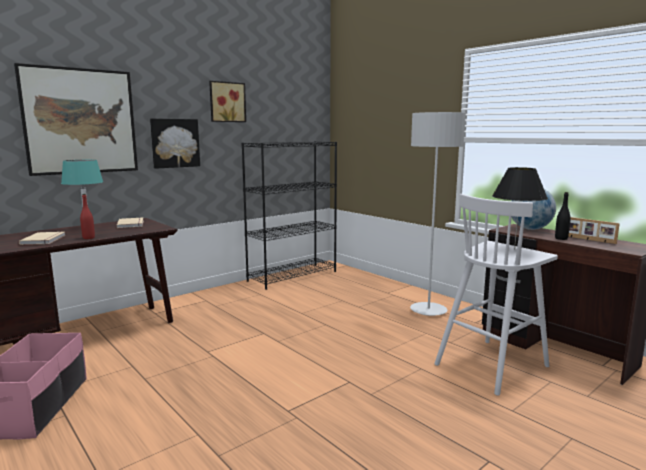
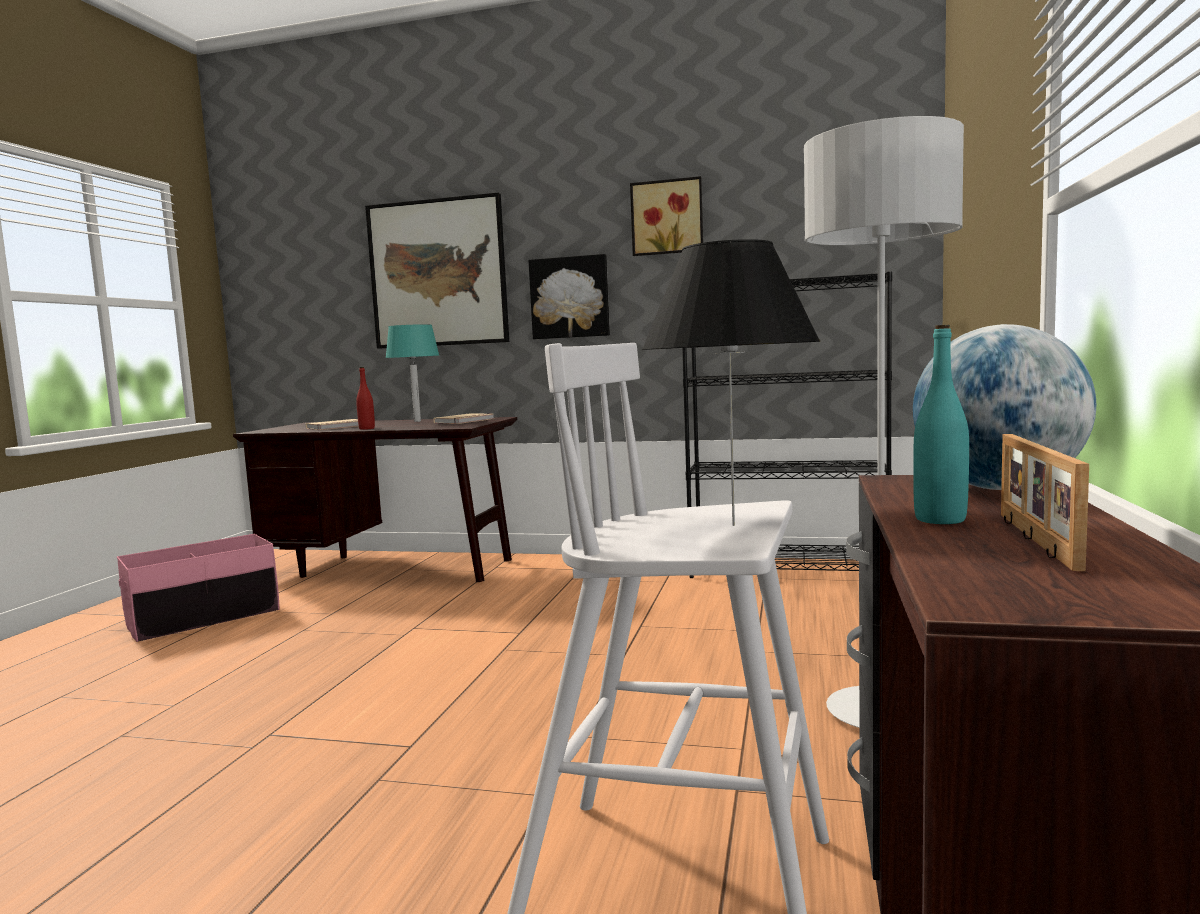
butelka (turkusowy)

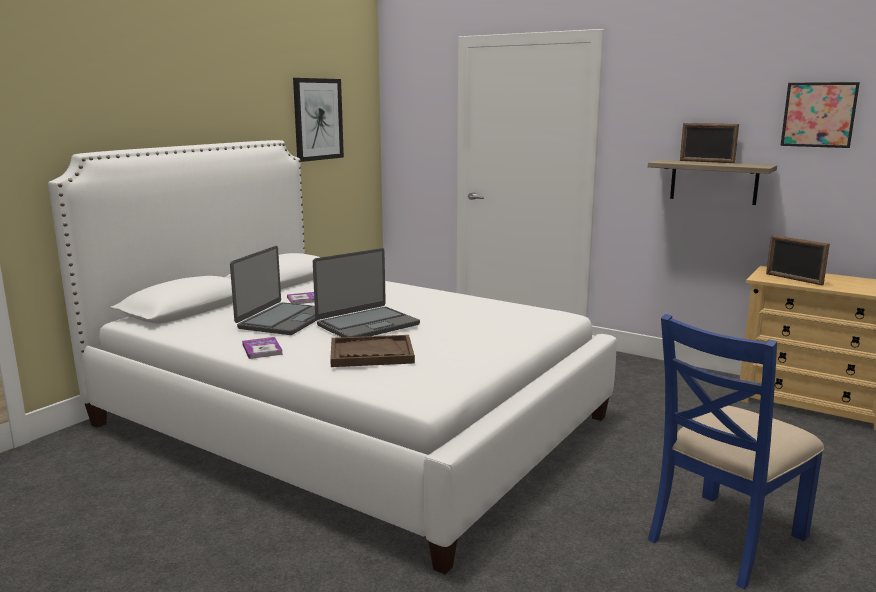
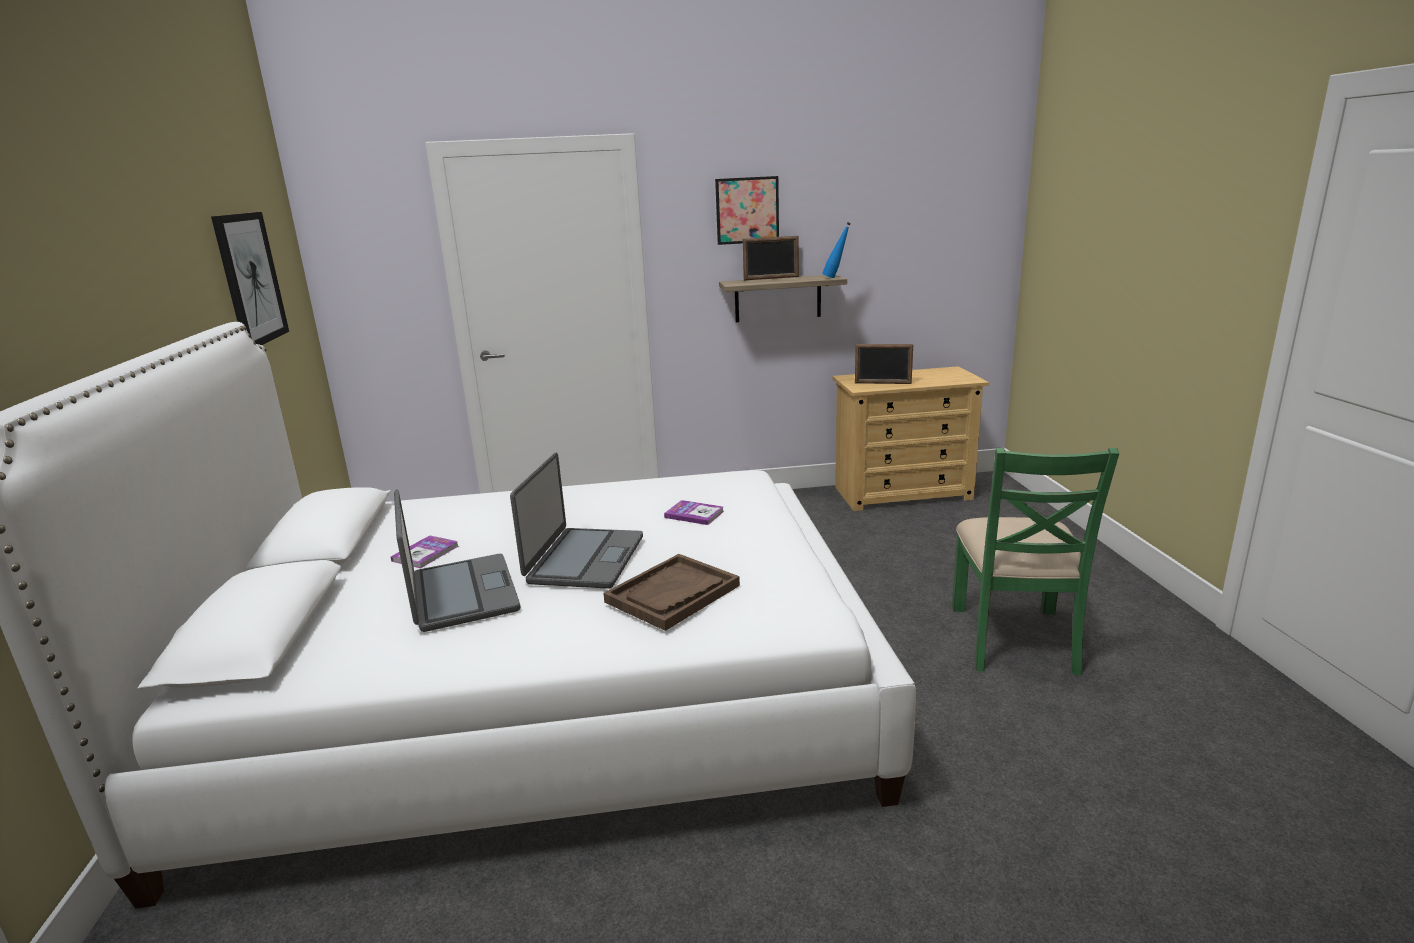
obraz (2nd from left); krzesło (zielony); książka (2nd from left); butelka (niebieski)

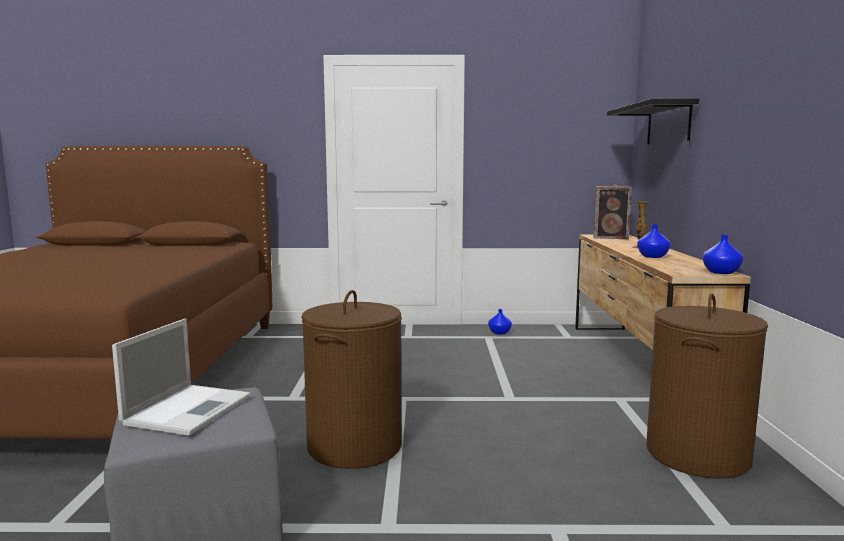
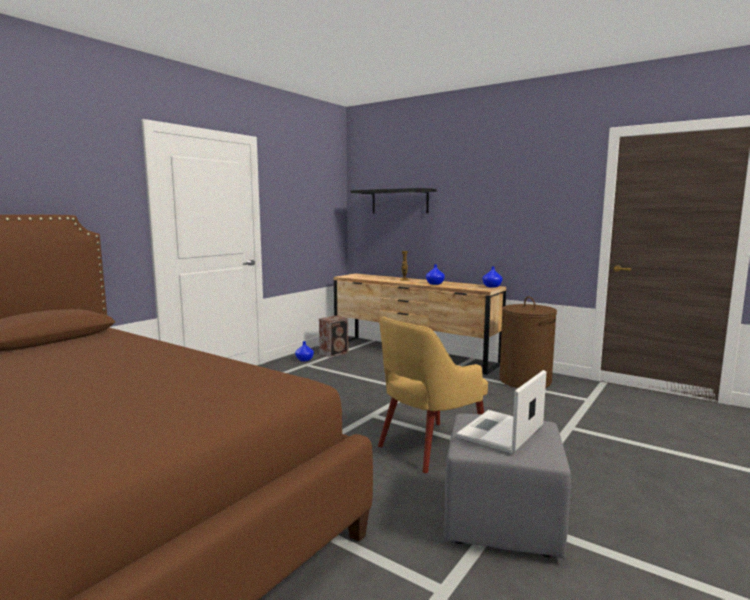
głośnik; fotel (żółty); laptop

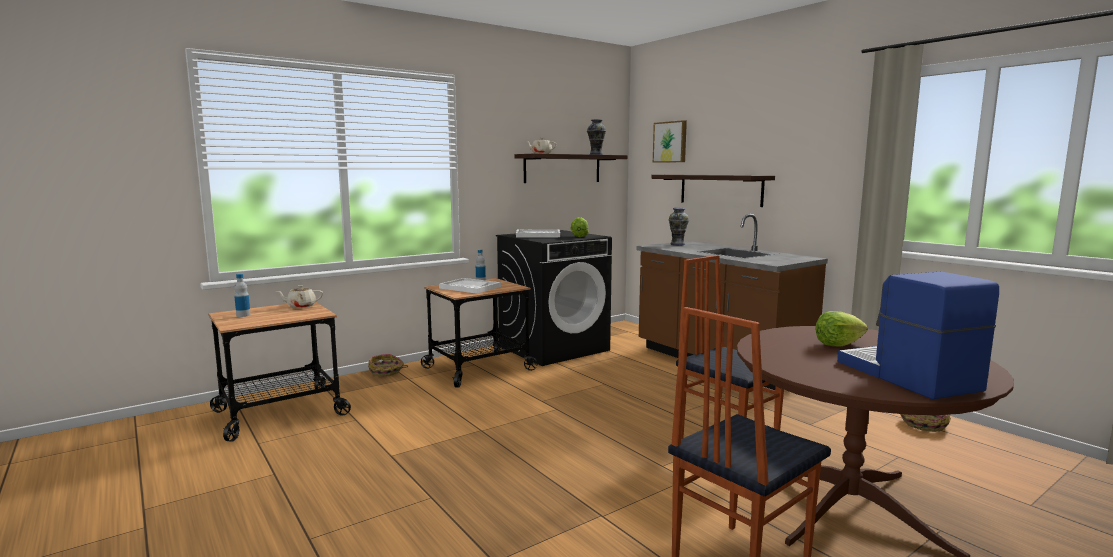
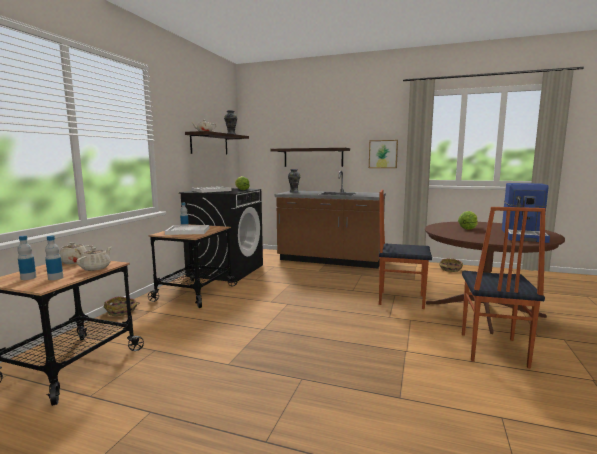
obraz; ekspres do kawy; butelka (2nd from left); imbryk (beżowy) (2nd from left)

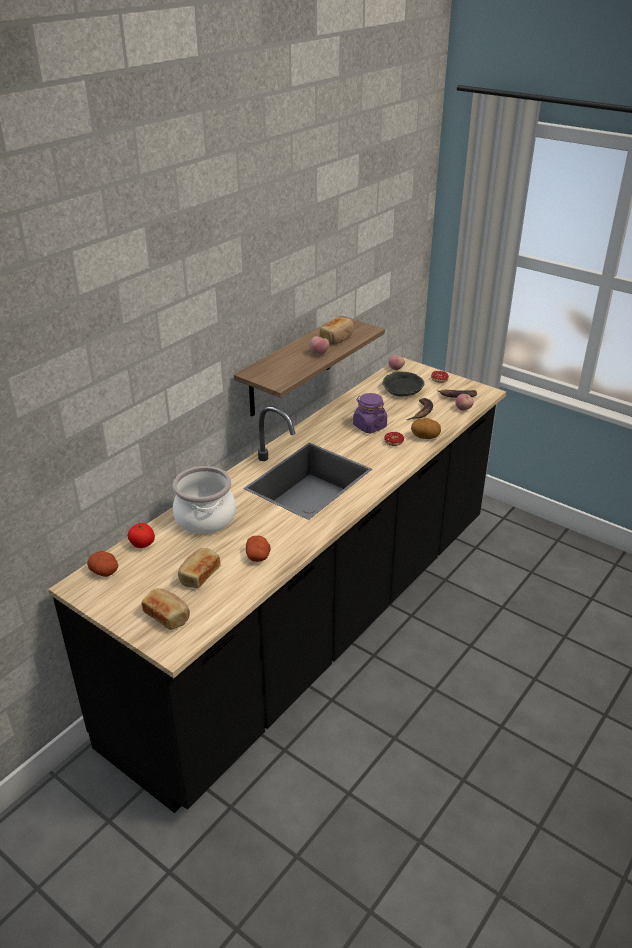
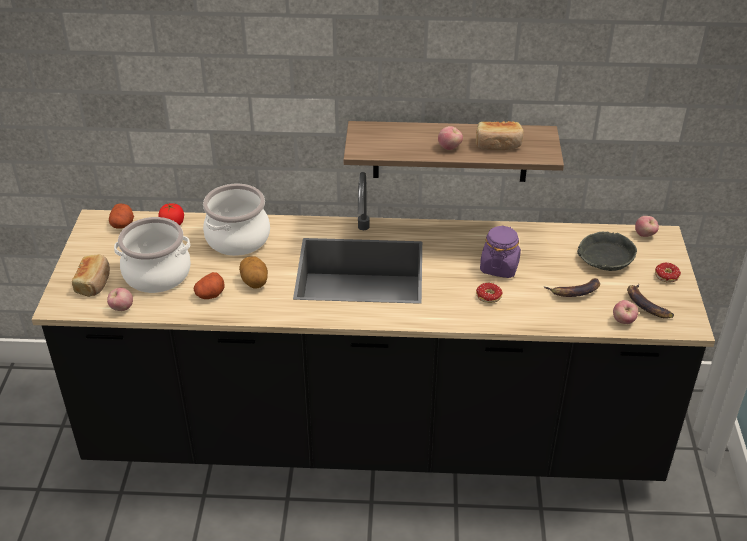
ziemniak (3rd from left); garnek (1st from left); jabłko (1st from left)

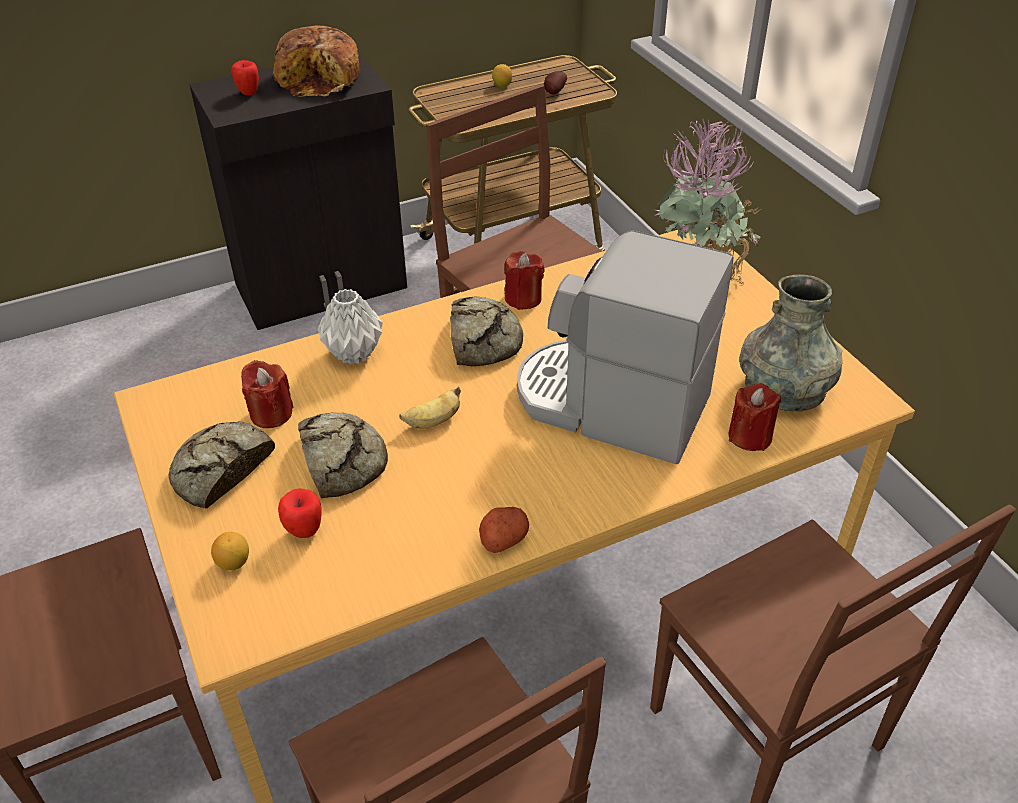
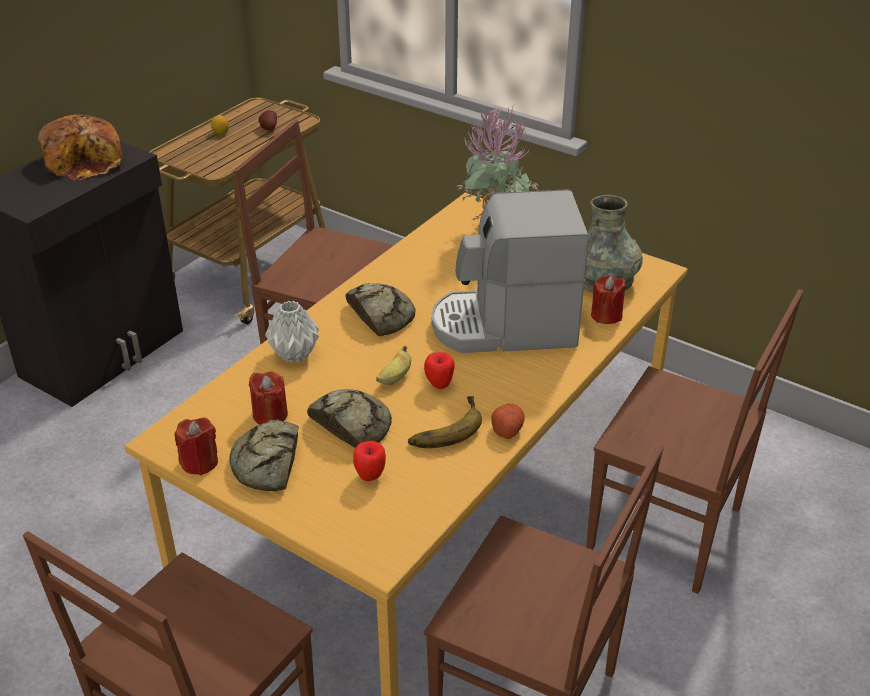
jabłko (2nd from left); świeca (czerwony) (1st from left); cytryna (1st from left in the first image); banan (2nd from left)

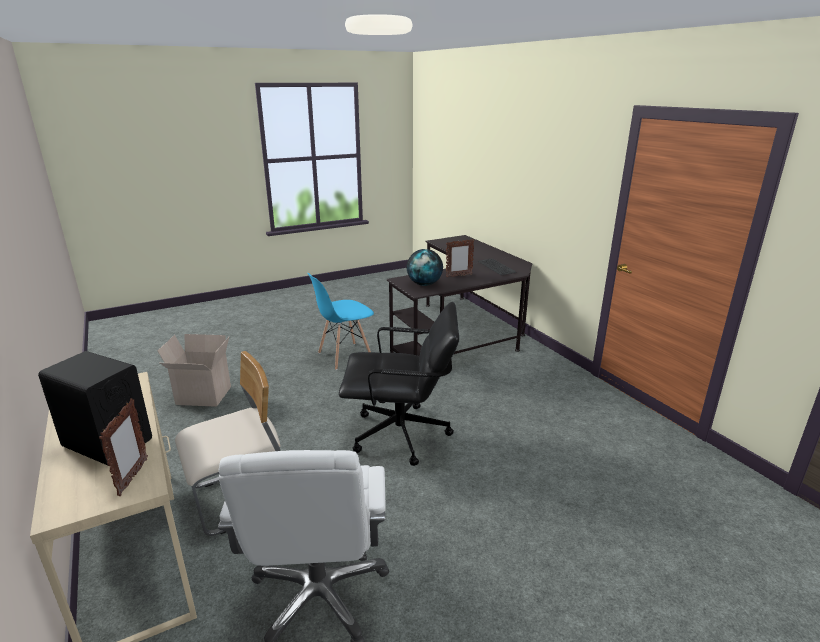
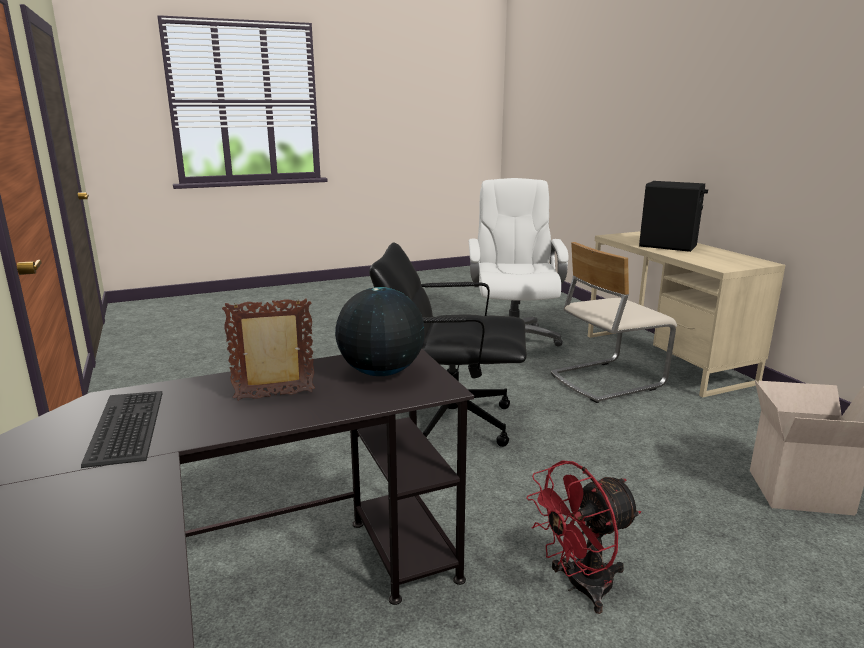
wentylator (czerwony); ramka na zdjęcie (1st from left in the first image)

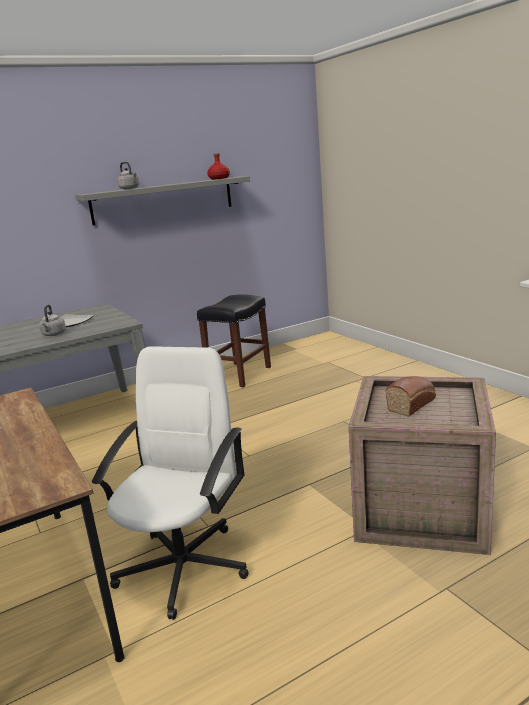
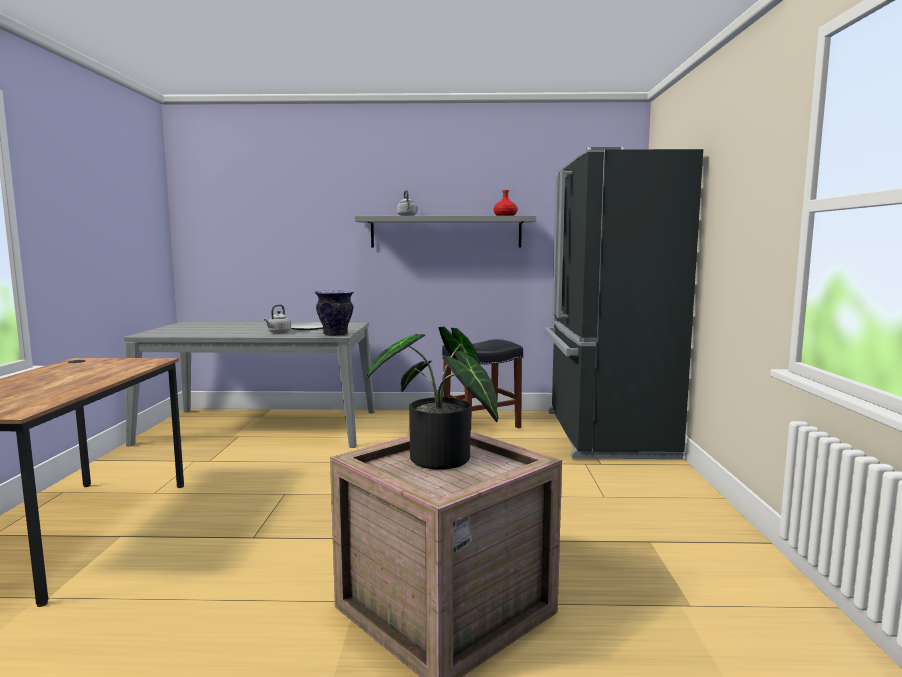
krzesło biurowe (biały); roślina doniczkowa; lodówka (czarny); wazon

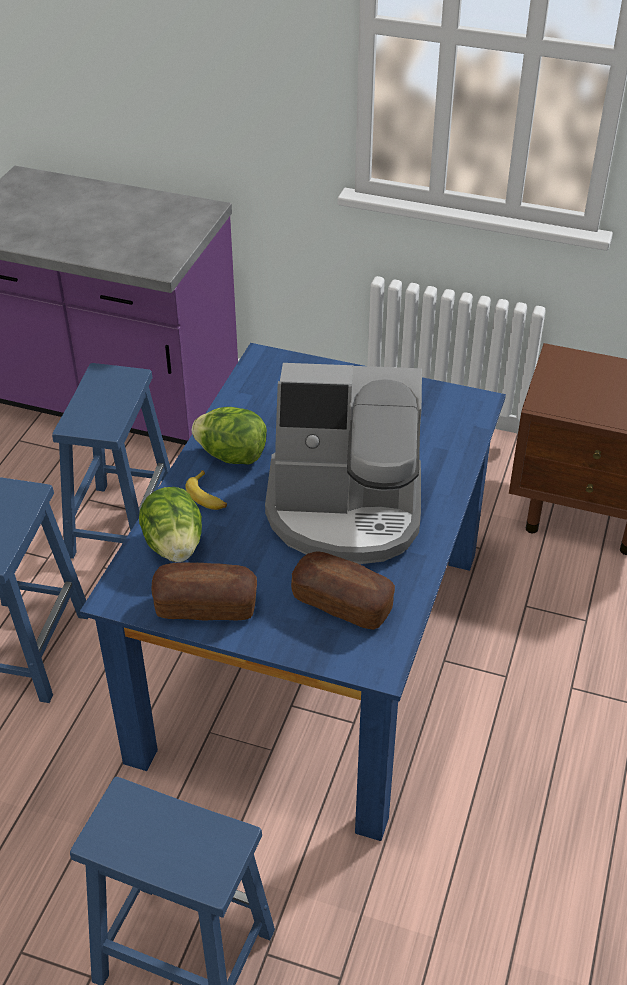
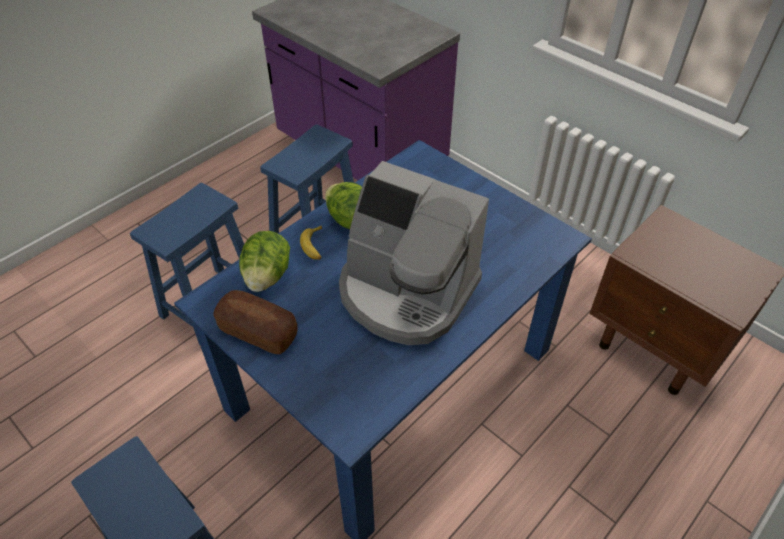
chleb (2nd from left in the first image)

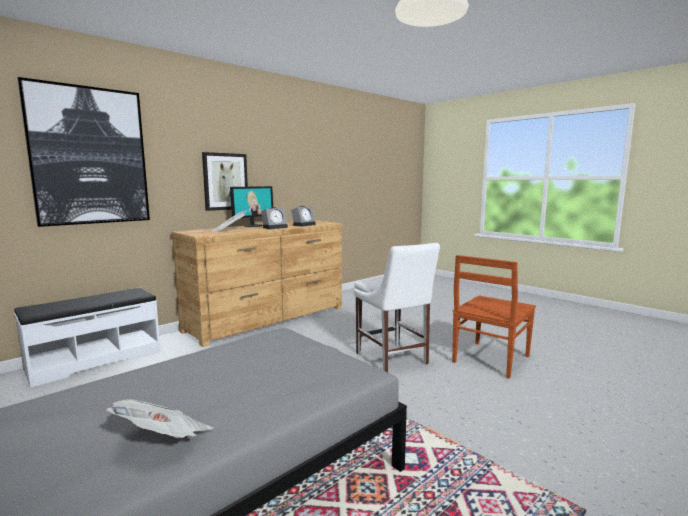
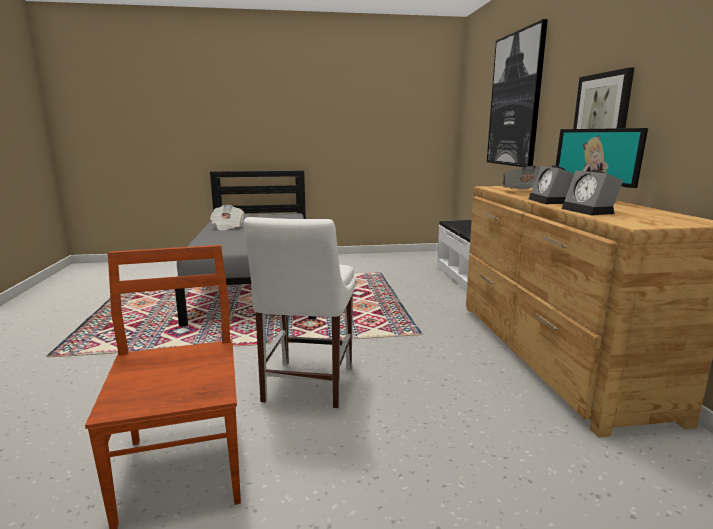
krzesło (biały)

